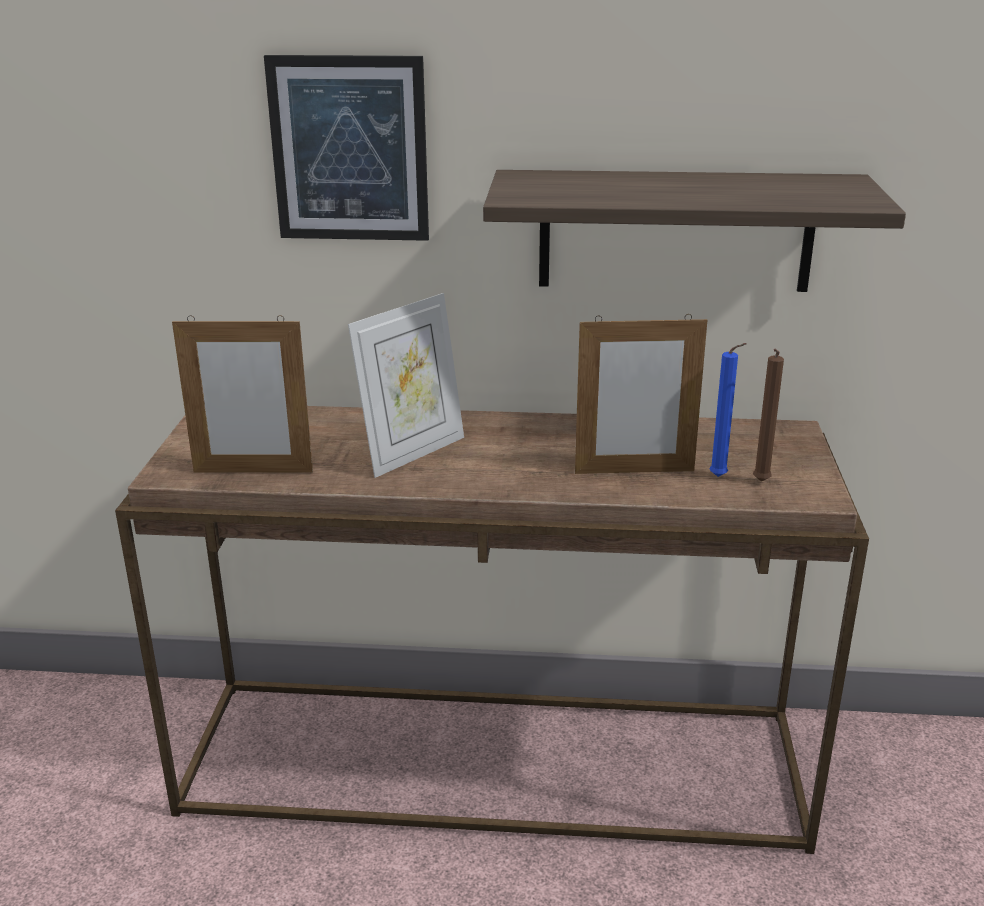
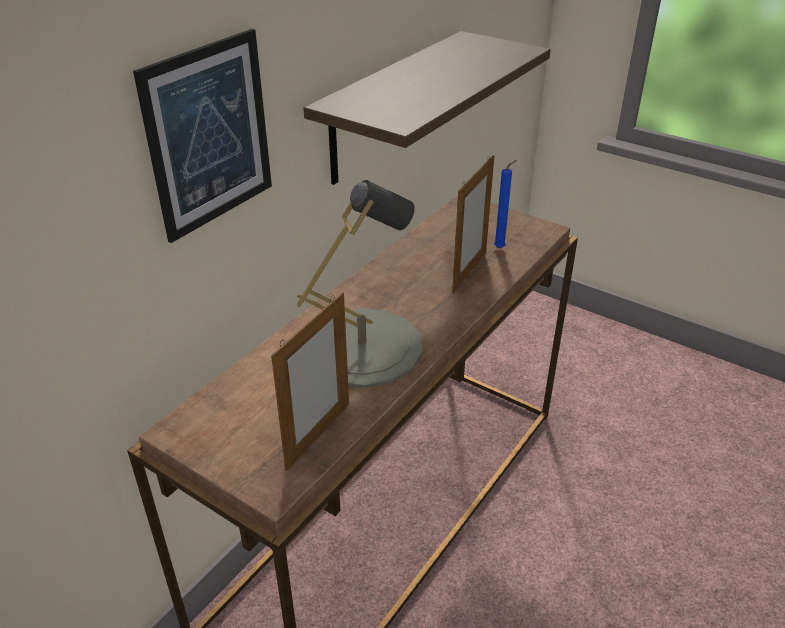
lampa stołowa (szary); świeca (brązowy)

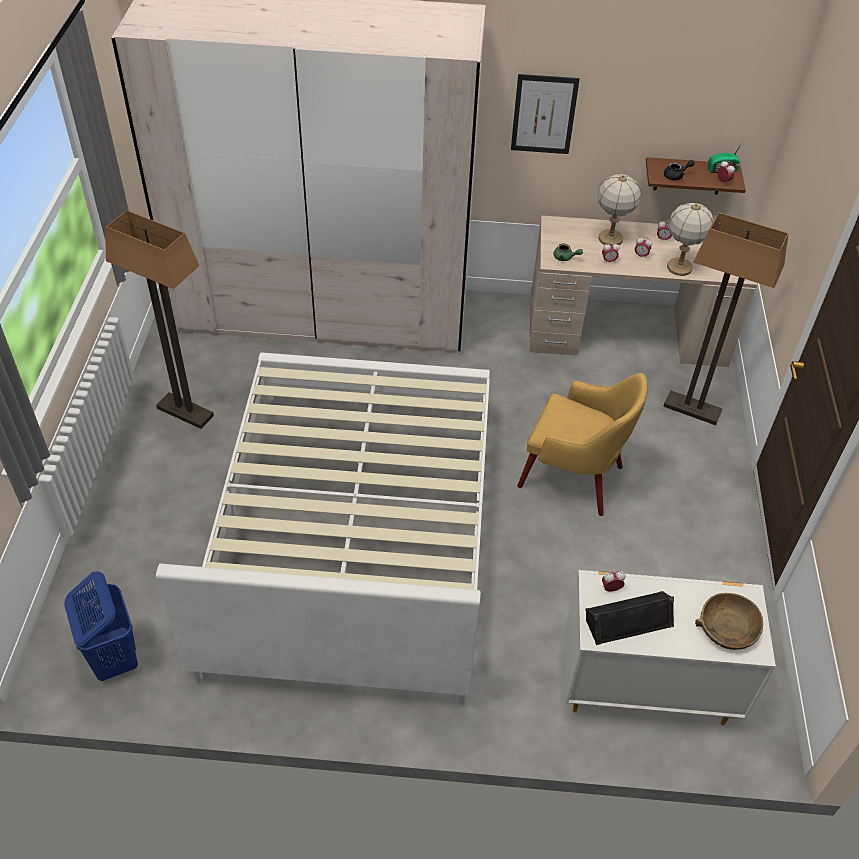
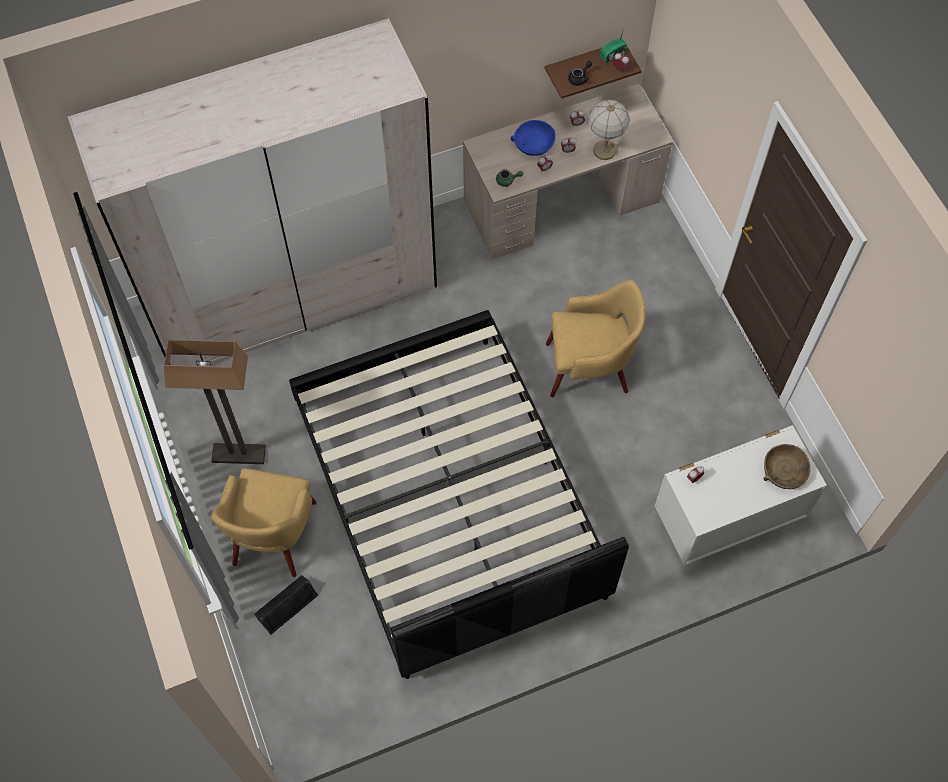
obraz; miska (niebieski); lampa stojąca (2nd from left in the first image); łóżko (czarny); kosz na pranie (niebieski); głośnik (czarny); fotel (żółty) (1st from left)

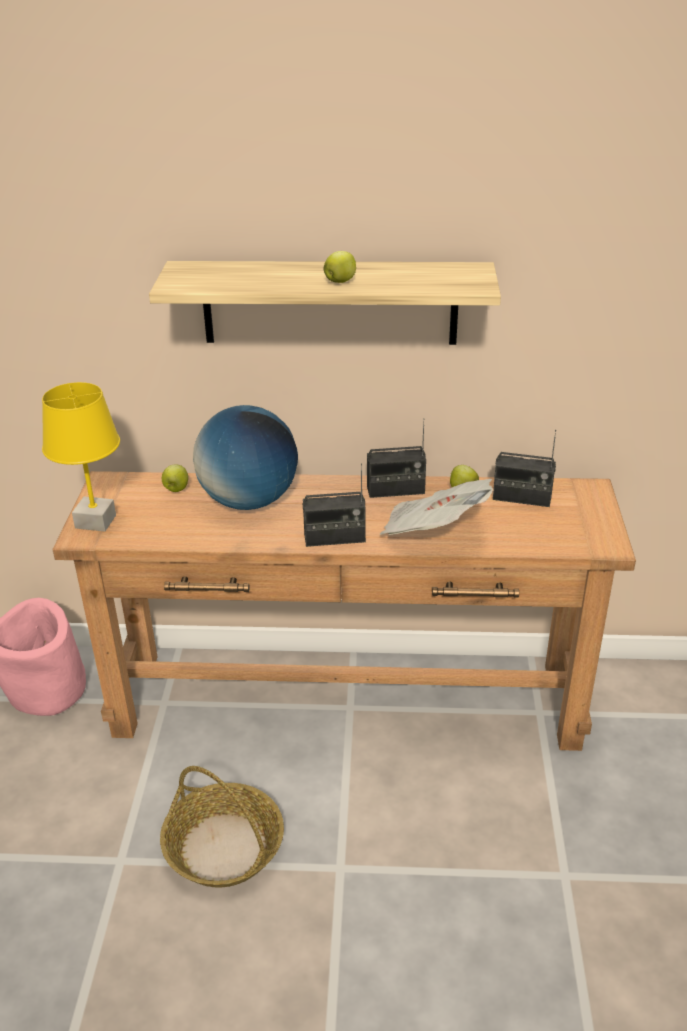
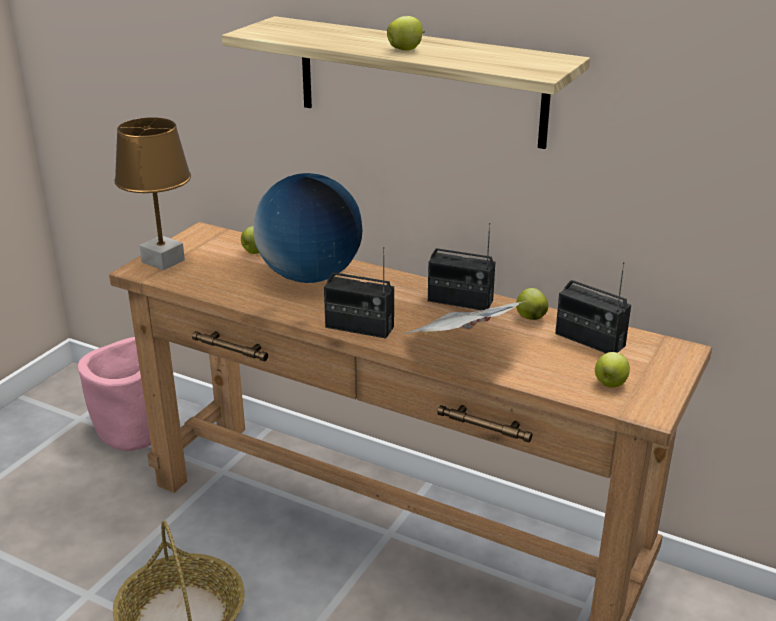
lampa stołowa (brązowy); jabłko (4th from left)

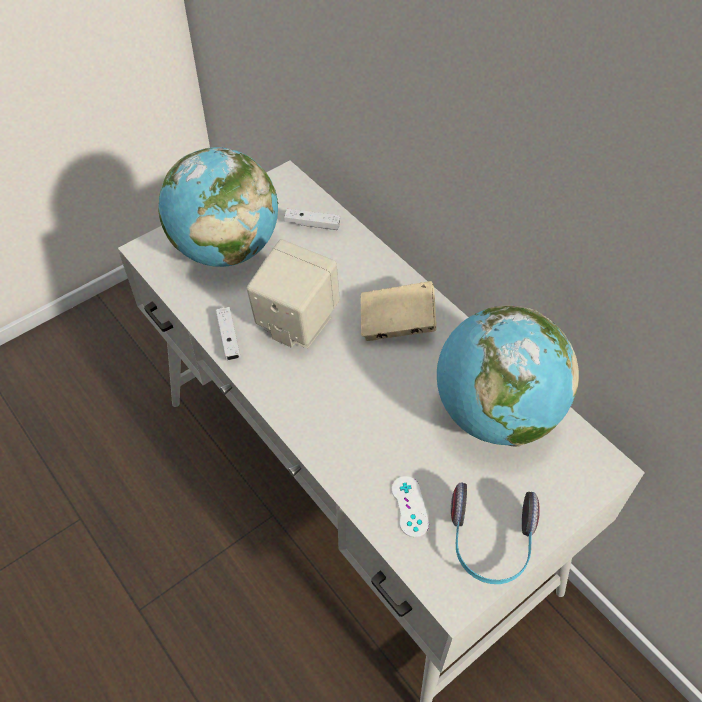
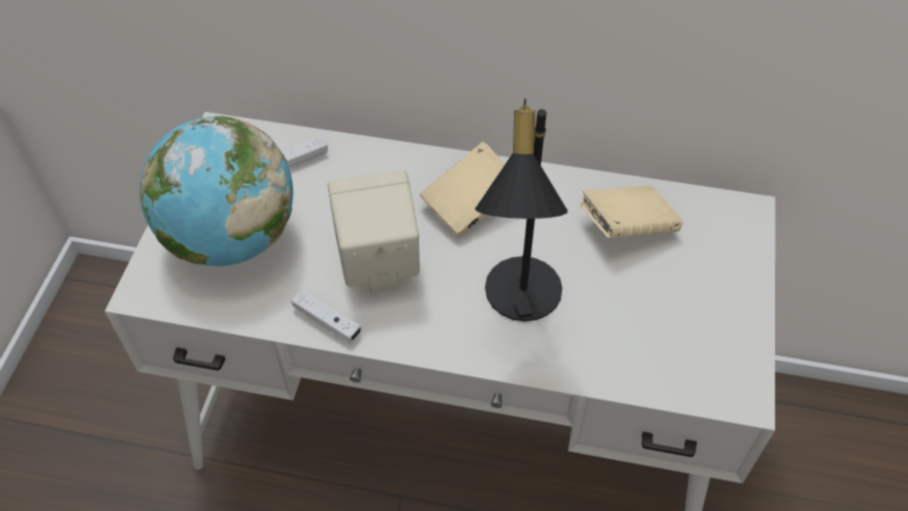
książka (beżowy) (2nd from left); pad do gier (biały) (3rd from left in the first image); słuchawki; lampa stołowa (czarny)

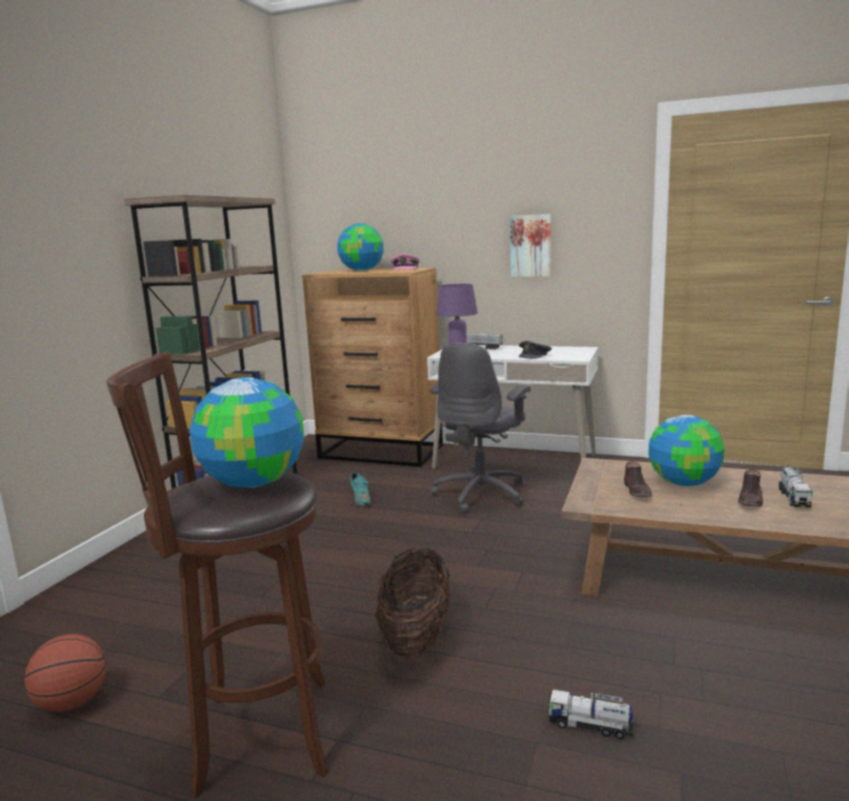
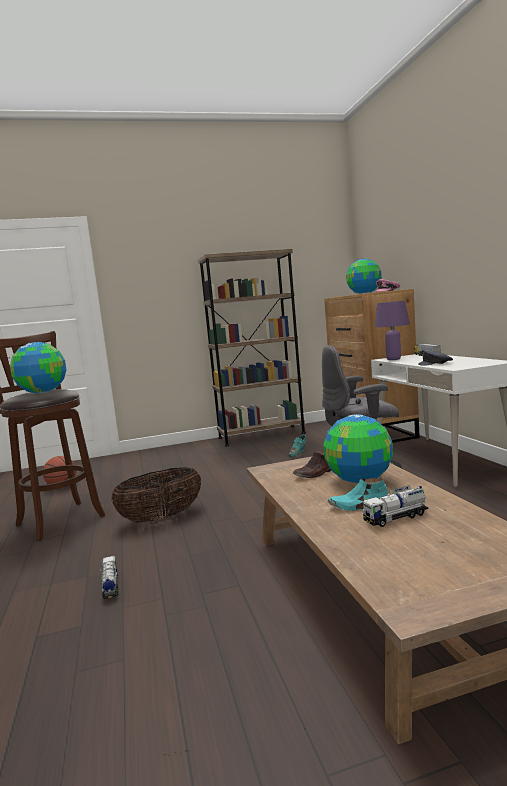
obraz; but (turkusowy) (2nd from left)

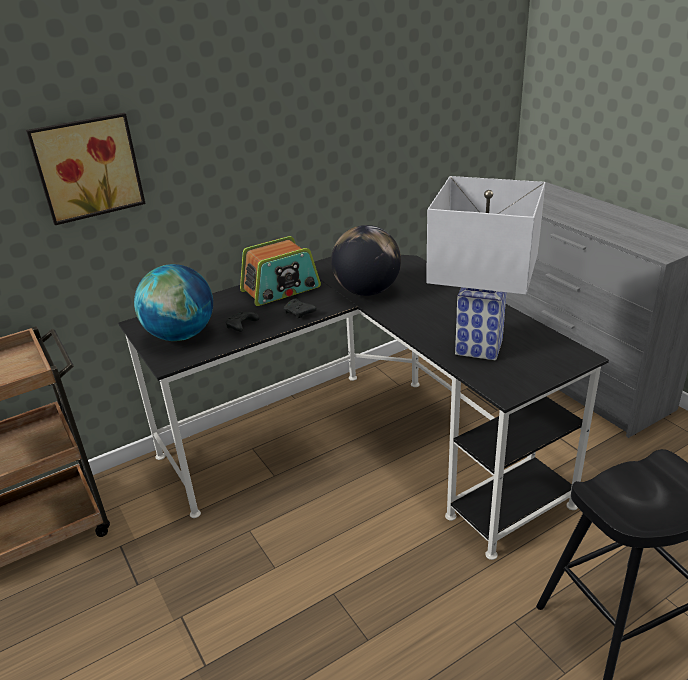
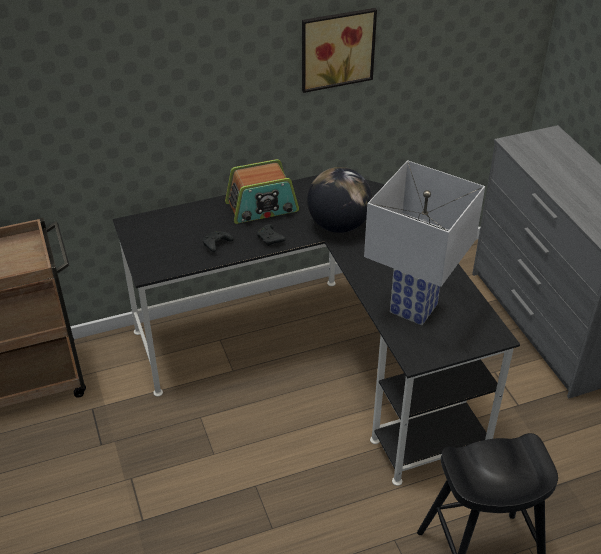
obraz; globus (1st from left in the first image)

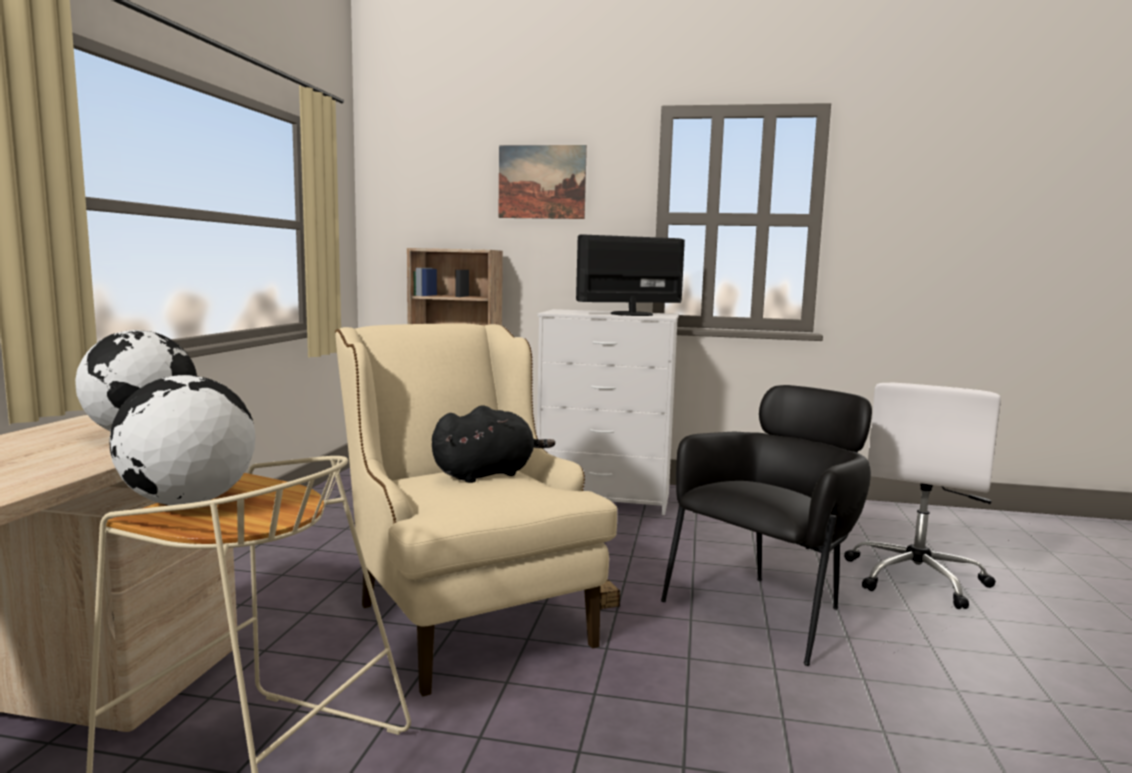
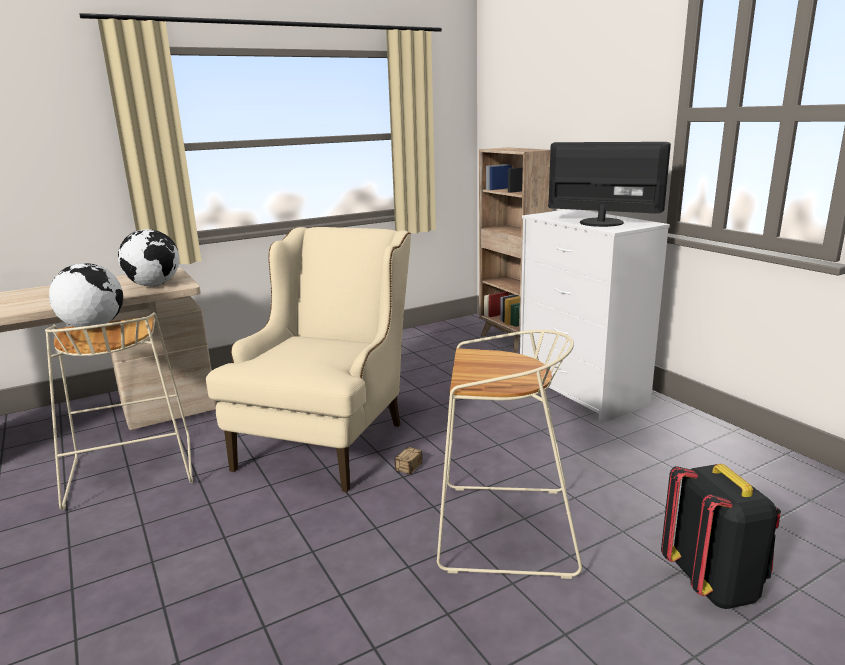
obraz; plecak (czarny); stołek (beżowy) (2nd from left); pluszak (czarny)

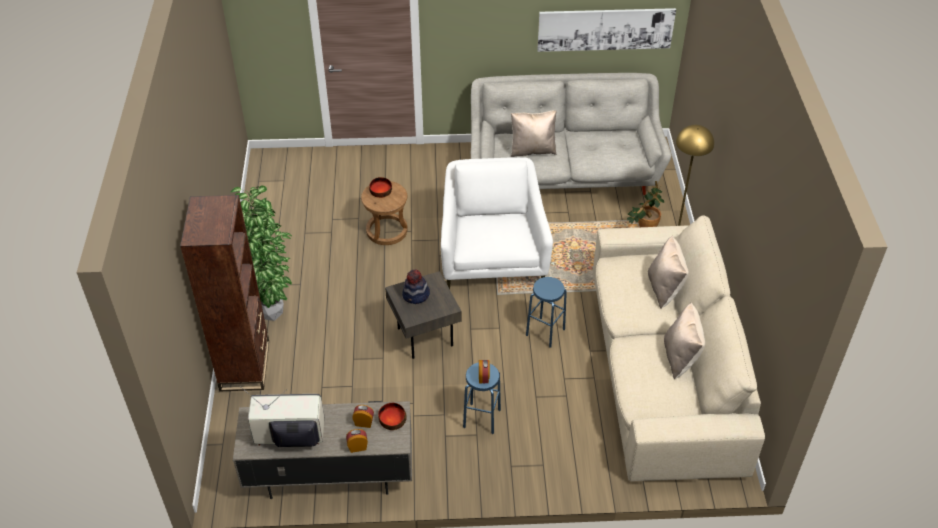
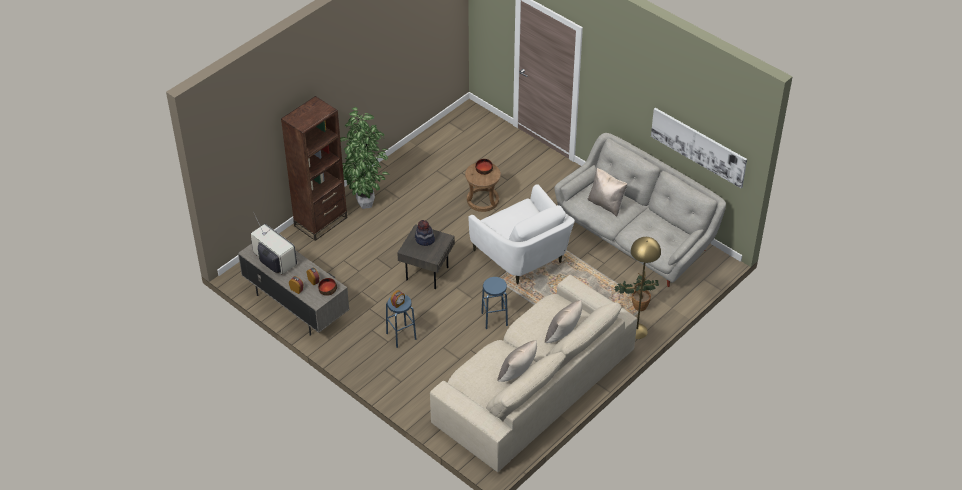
fotel (biały)

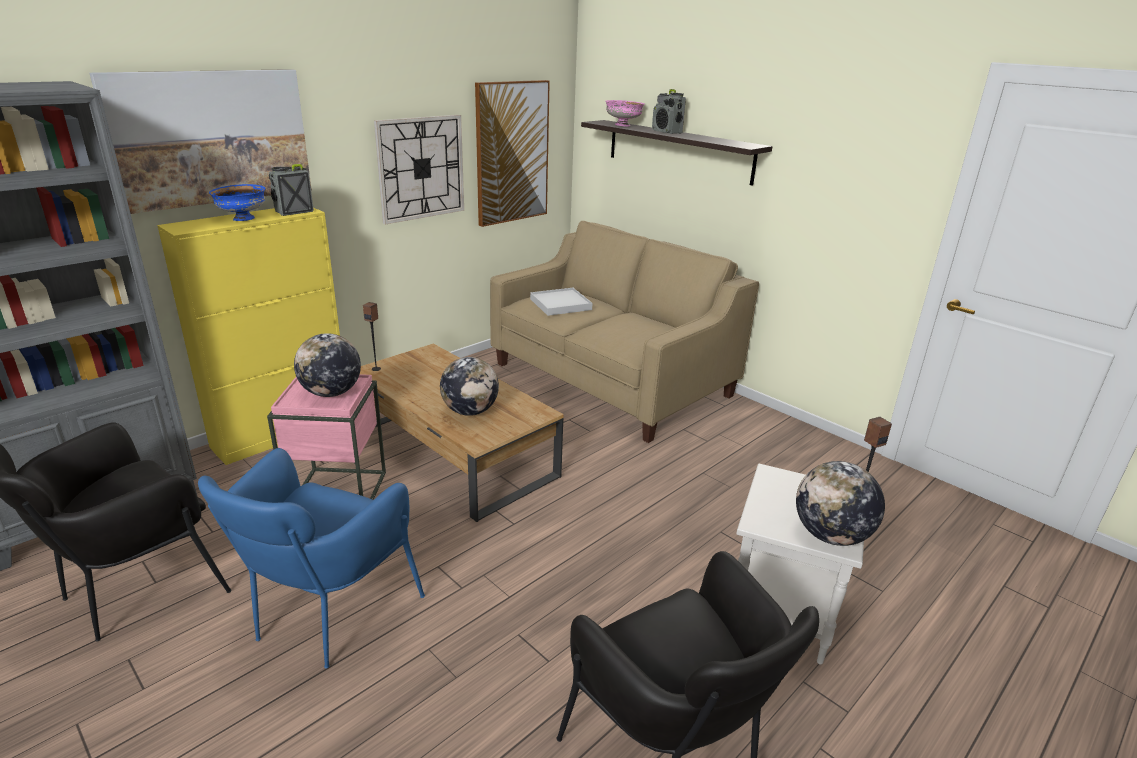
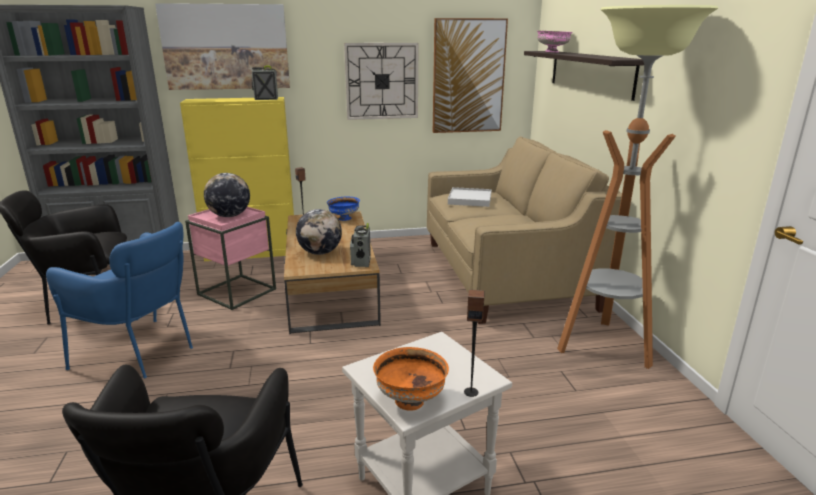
radio (2nd from left); miska (niebieski); fotel (niebieski); miska (pomarańczowy); lampa stojąca

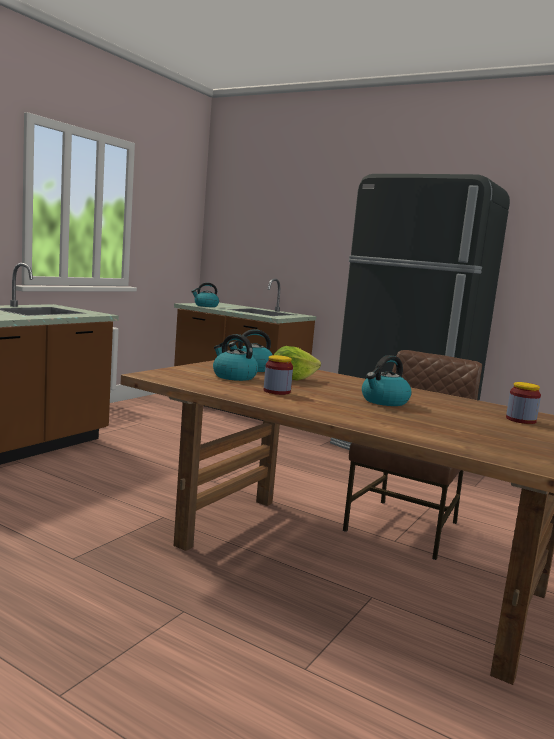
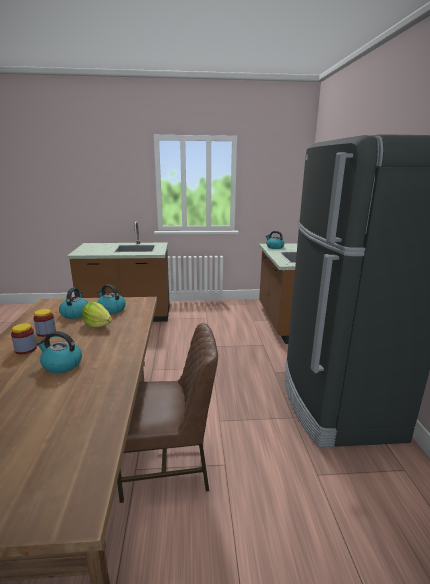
słoik (1st from left)

